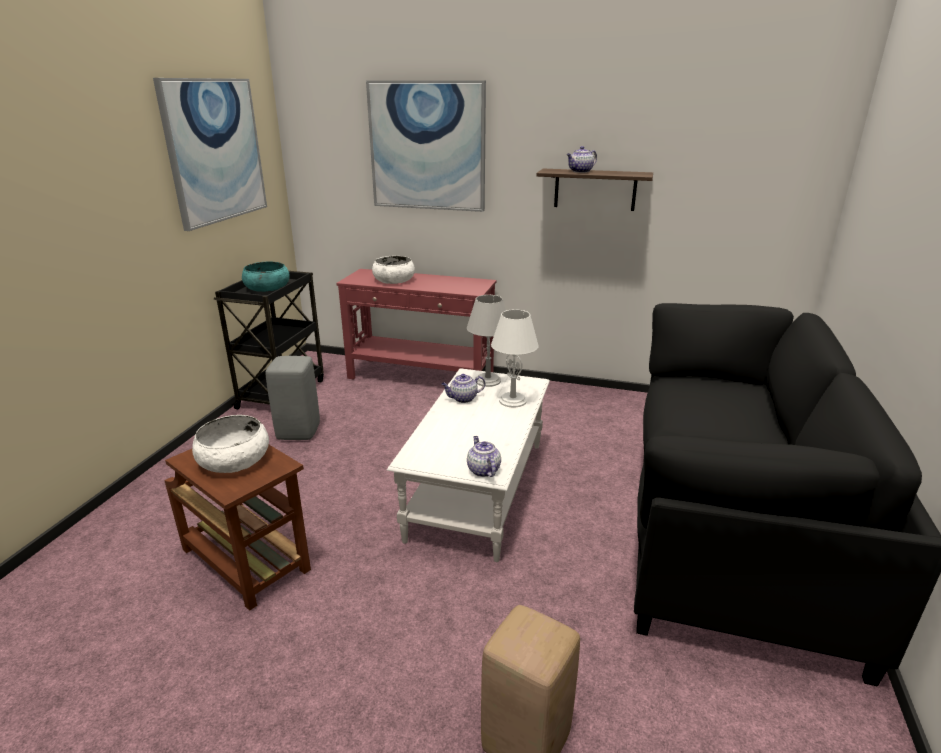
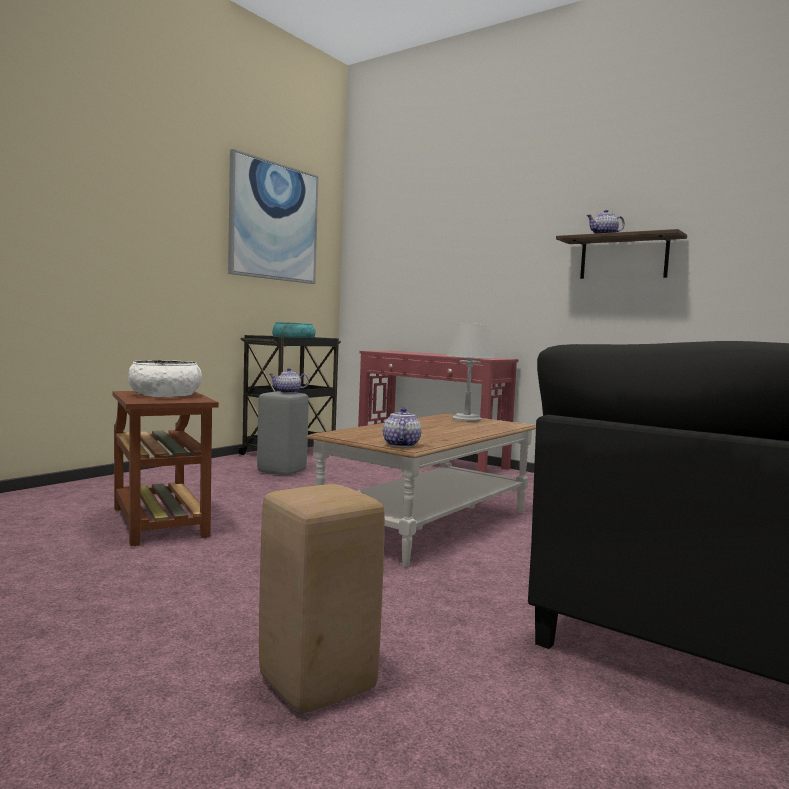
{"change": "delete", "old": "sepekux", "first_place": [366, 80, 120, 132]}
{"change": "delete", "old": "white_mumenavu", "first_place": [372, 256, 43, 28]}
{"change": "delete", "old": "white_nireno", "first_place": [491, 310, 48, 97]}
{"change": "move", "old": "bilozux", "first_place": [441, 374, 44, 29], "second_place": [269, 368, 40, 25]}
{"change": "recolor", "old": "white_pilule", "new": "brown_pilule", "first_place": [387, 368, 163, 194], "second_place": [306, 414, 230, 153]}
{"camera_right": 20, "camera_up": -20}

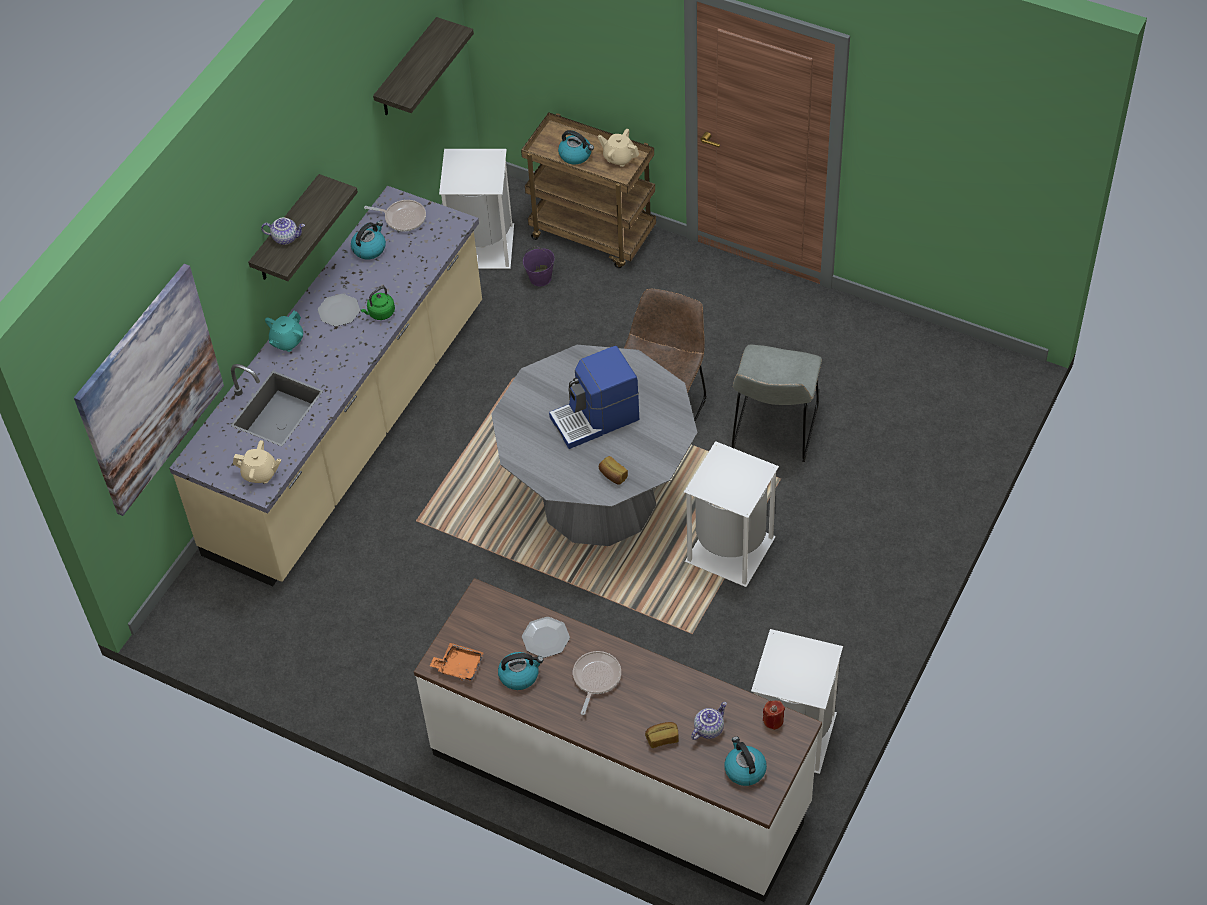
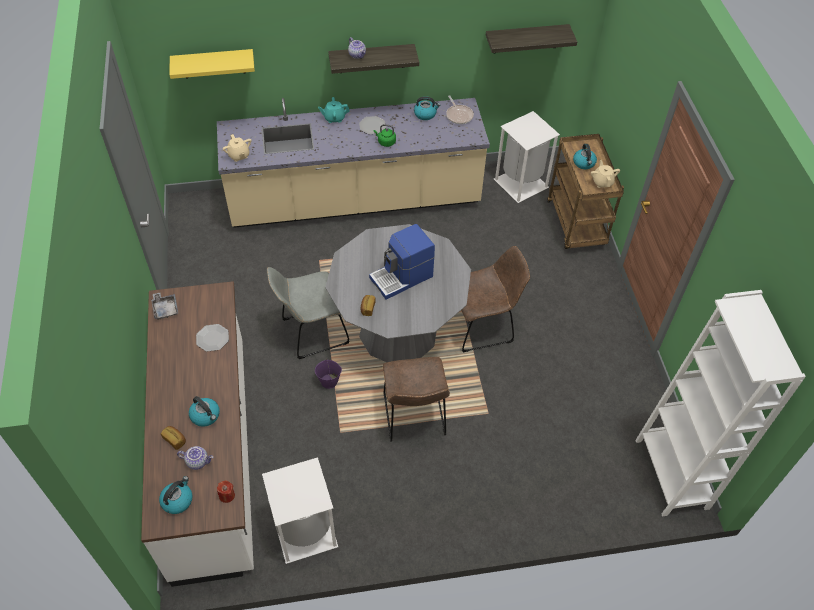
{"change": "delete", "old": "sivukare", "first_place": [573, 651, 48, 64]}
{"change": "insert", "new": "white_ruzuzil", "second_place": [635, 290, 171, 226]}
{"change": "move", "old": "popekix", "first_place": [498, 652, 46, 38], "second_place": [189, 396, 31, 31]}
{"change": "move", "old": "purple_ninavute", "first_place": [523, 247, 32, 39], "second_place": [315, 360, 27, 29]}
{"change": "move", "old": "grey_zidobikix", "first_place": [731, 345, 91, 117], "second_place": [267, 267, 82, 92]}
{"change": "replace", "old": "sepekux", "new": "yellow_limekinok", "first_place": [74, 264, 150, 252], "second_place": [169, 49, 86, 30]}
{"change": "replace", "old": "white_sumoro", "new": "brown_zidobikix", "first_place": [684, 441, 95, 146], "second_place": [383, 357, 67, 85]}
{"change": "recolor", "old": "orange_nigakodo", "new": "grey_nigakodo", "first_place": [430, 643, 54, 38], "second_place": [151, 293, 28, 27]}
{"change": "rotate", "old": "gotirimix", "first_place": [549, 346, 90, 103], "second_place": [369, 224, 66, 75], "degrees": -60}
{"camera_right": 50, "camera_up": 0}

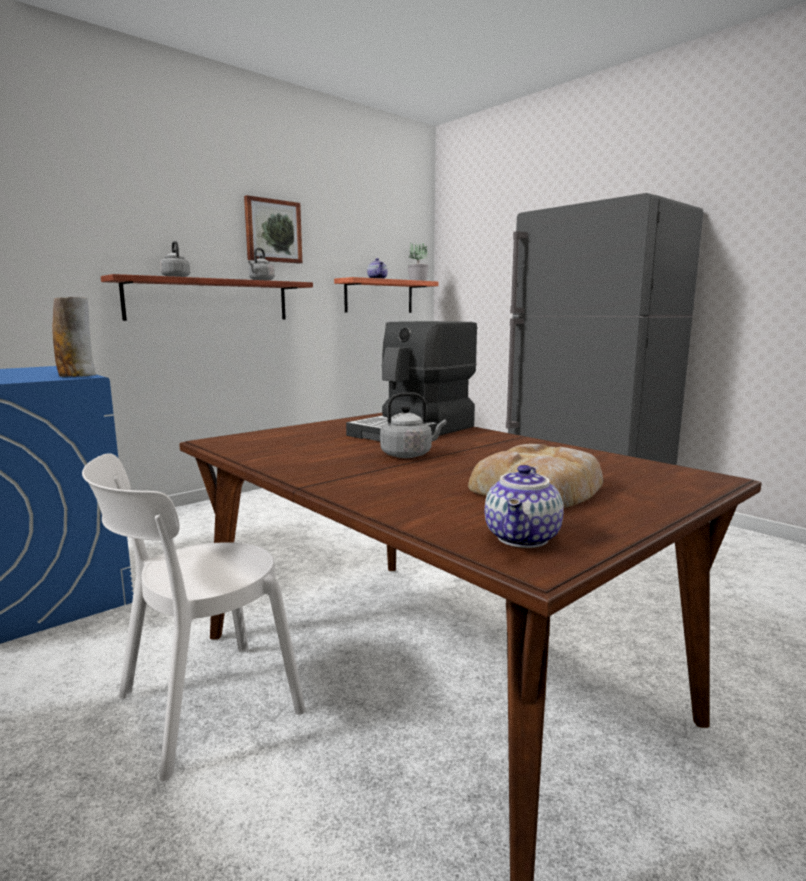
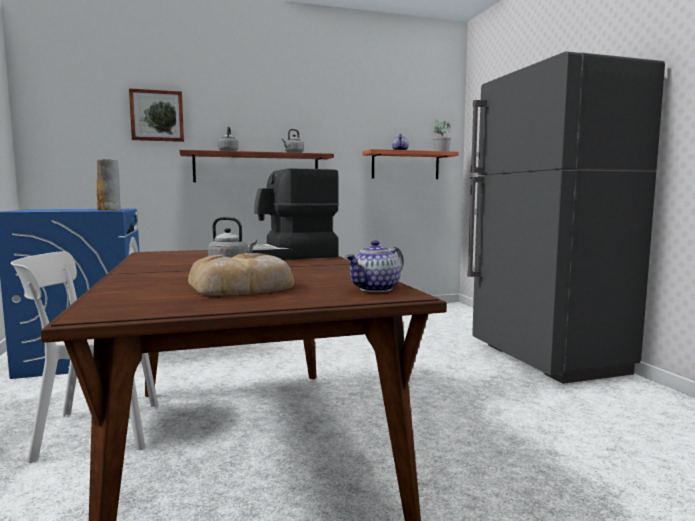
{"change": "move", "old": "sepekux", "first_place": [244, 195, 58, 68], "second_place": [129, 88, 55, 54]}
{"change": "move", "old": "bilozux", "first_place": [485, 465, 79, 83], "second_place": [345, 240, 59, 52]}
{"camera_right": 25, "camera_up": -5}

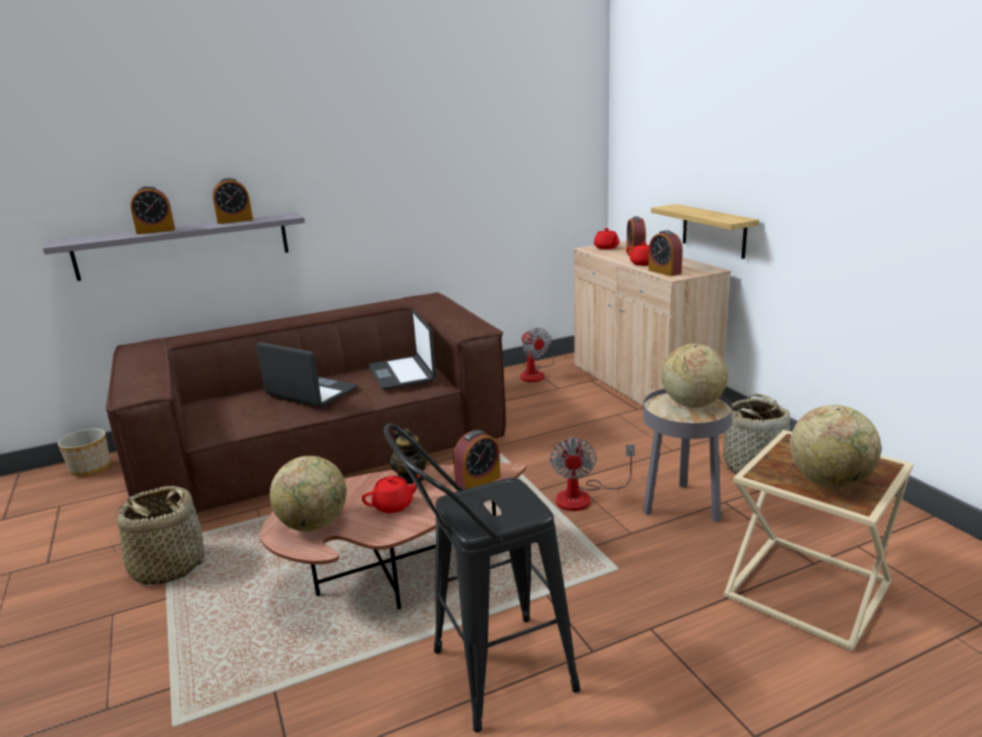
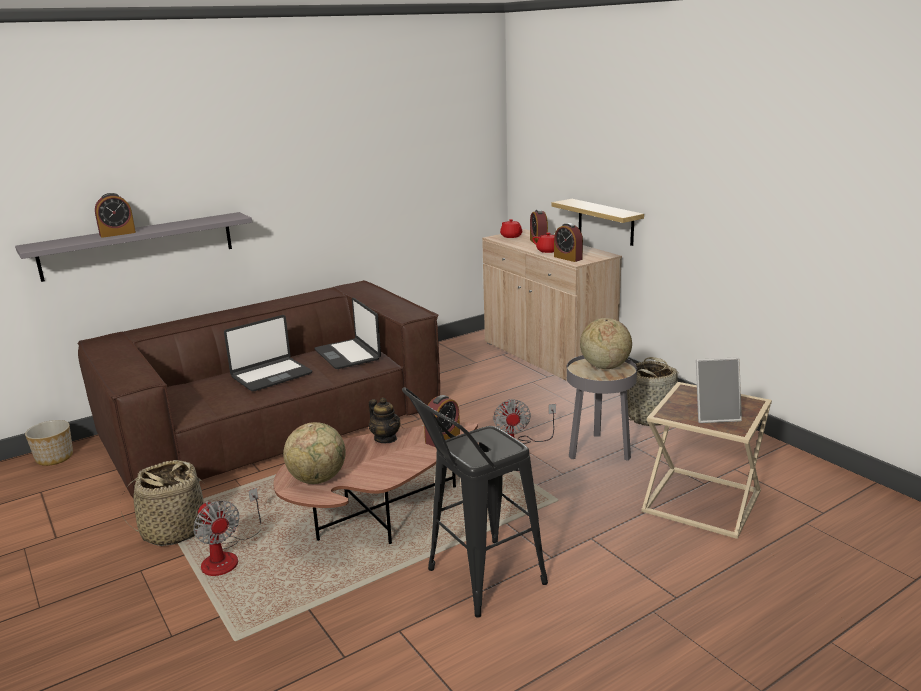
{"change": "delete", "old": "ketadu", "first_place": [213, 178, 40, 46]}
{"change": "delete", "old": "red_bilozux", "first_place": [362, 475, 59, 38]}
{"change": "move", "old": "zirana", "first_place": [520, 328, 34, 54], "second_place": [193, 488, 68, 88]}
{"change": "replace", "old": "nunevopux", "new": "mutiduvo", "first_place": [790, 405, 91, 83], "second_place": [696, 357, 46, 66]}
{"change": "rotate", "old": "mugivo", "first_place": [257, 342, 101, 65], "second_place": [224, 315, 88, 77], "degrees": 120}
{"camera_right": -10, "camera_up": 0}

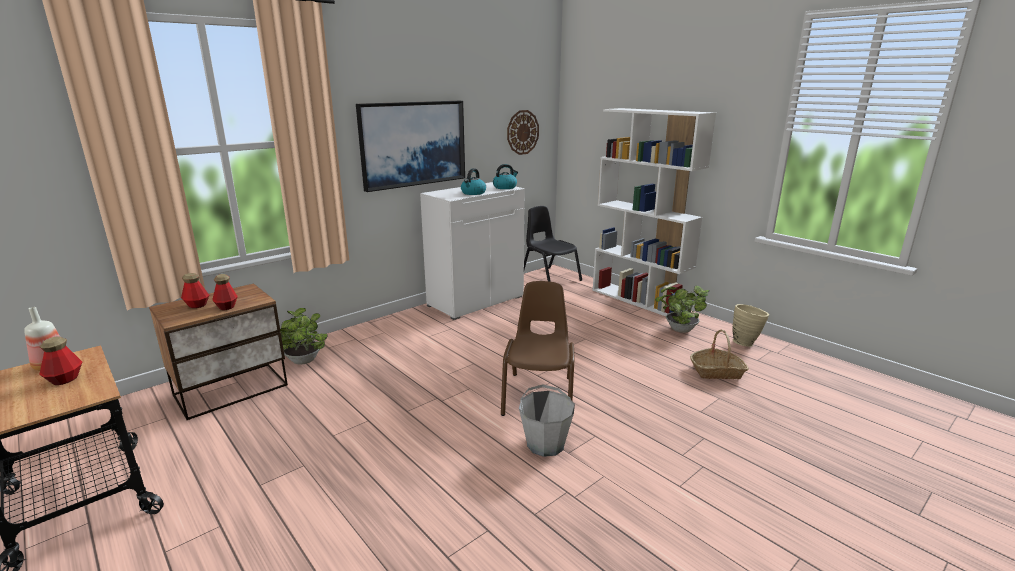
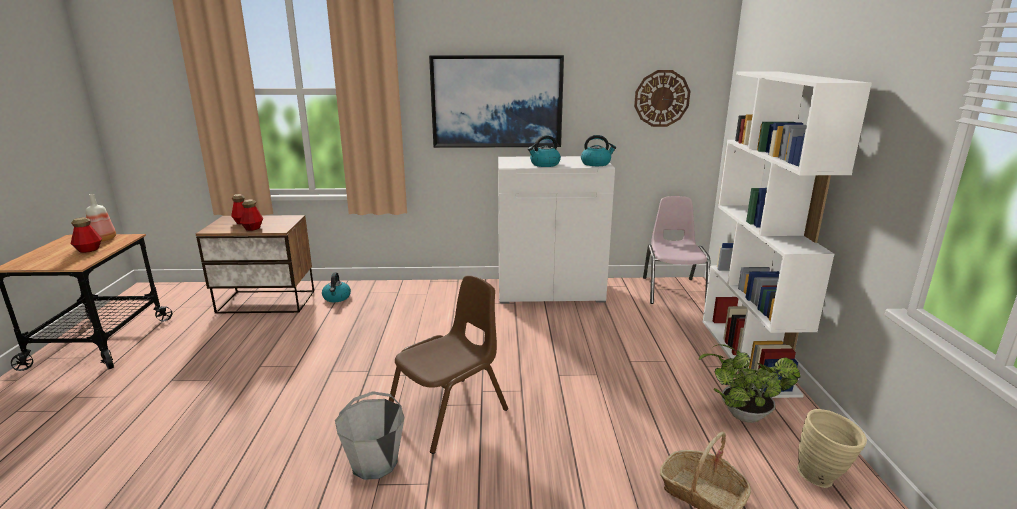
{"change": "replace", "old": "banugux", "new": "popekix", "first_place": [280, 308, 48, 56], "second_place": [322, 272, 29, 30]}
{"change": "recolor", "old": "black_zidobikix", "new": "pink_zidobikix", "first_place": [524, 206, 58, 76], "second_place": [643, 196, 67, 108]}
{"camera_right": 40, "camera_up": 0}

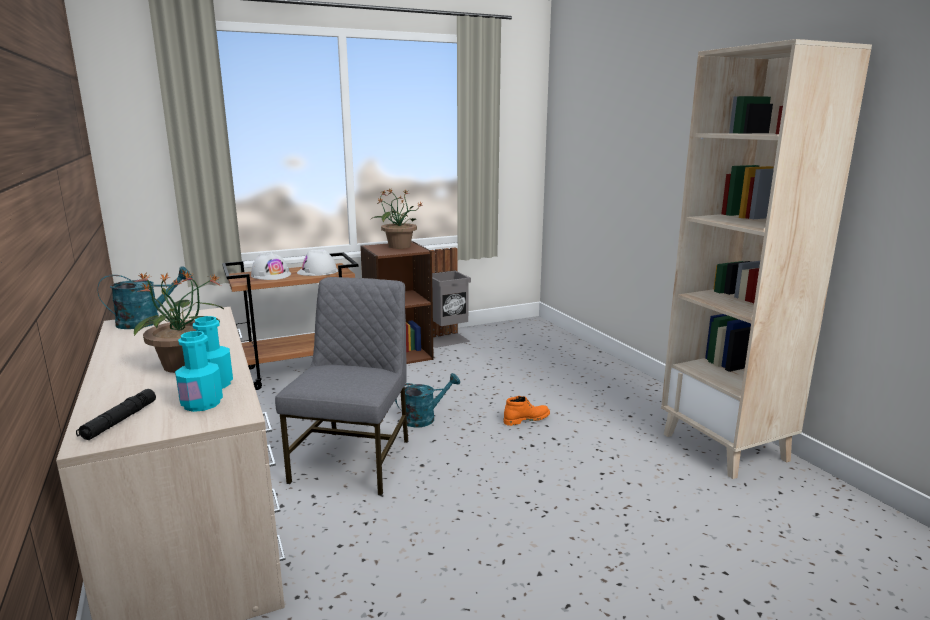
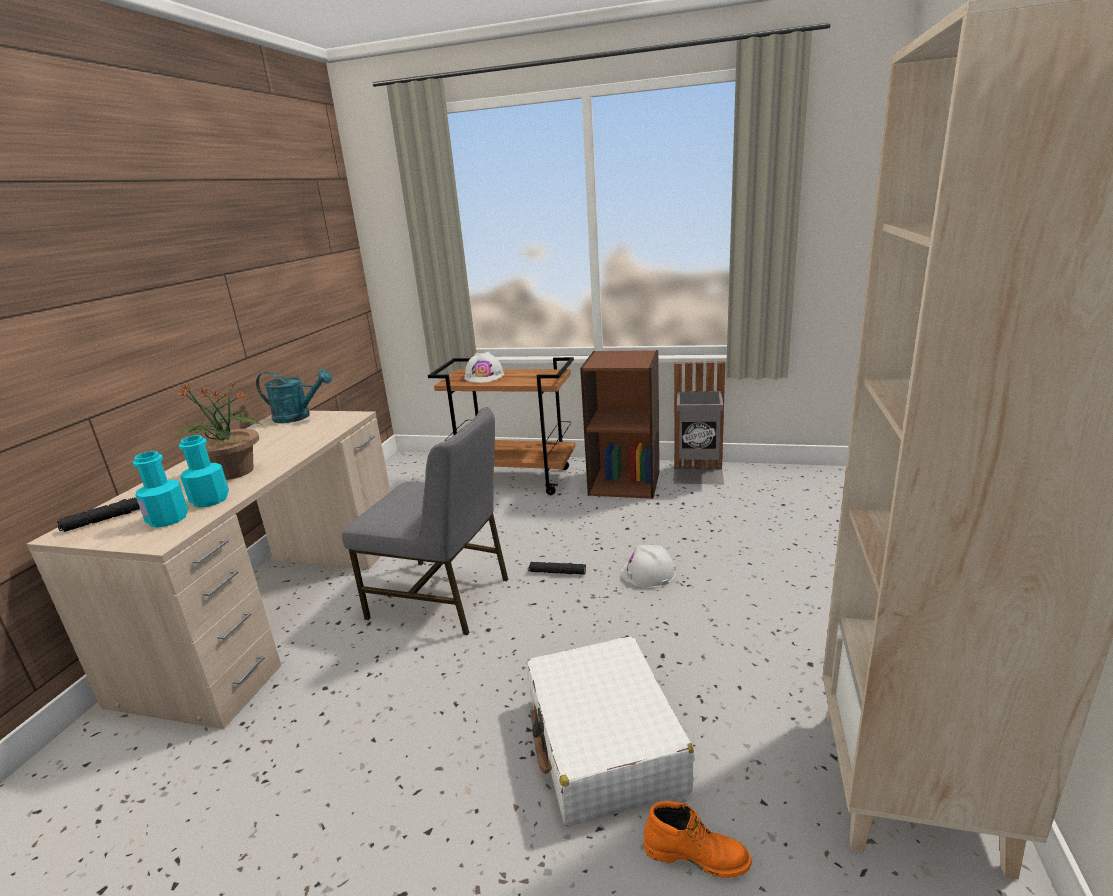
{"change": "delete", "old": "banugux", "first_place": [371, 189, 52, 60]}
{"change": "insert", "new": "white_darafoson", "second_place": [527, 636, 168, 191]}
{"change": "move", "old": "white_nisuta", "first_place": [297, 249, 41, 27], "second_place": [621, 545, 55, 43]}
{"change": "move", "old": "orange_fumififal", "first_place": [503, 396, 47, 30], "second_place": [644, 801, 108, 77]}
{"change": "replace", "old": "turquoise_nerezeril", "new": "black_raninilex", "first_place": [395, 373, 65, 55], "second_place": [528, 562, 58, 13]}
{"change": "rotate", "old": "grey_zidobikix", "first_place": [275, 277, 133, 219], "second_place": [342, 407, 166, 228], "degrees": 60}
{"camera_right": 40, "camera_up": 5}

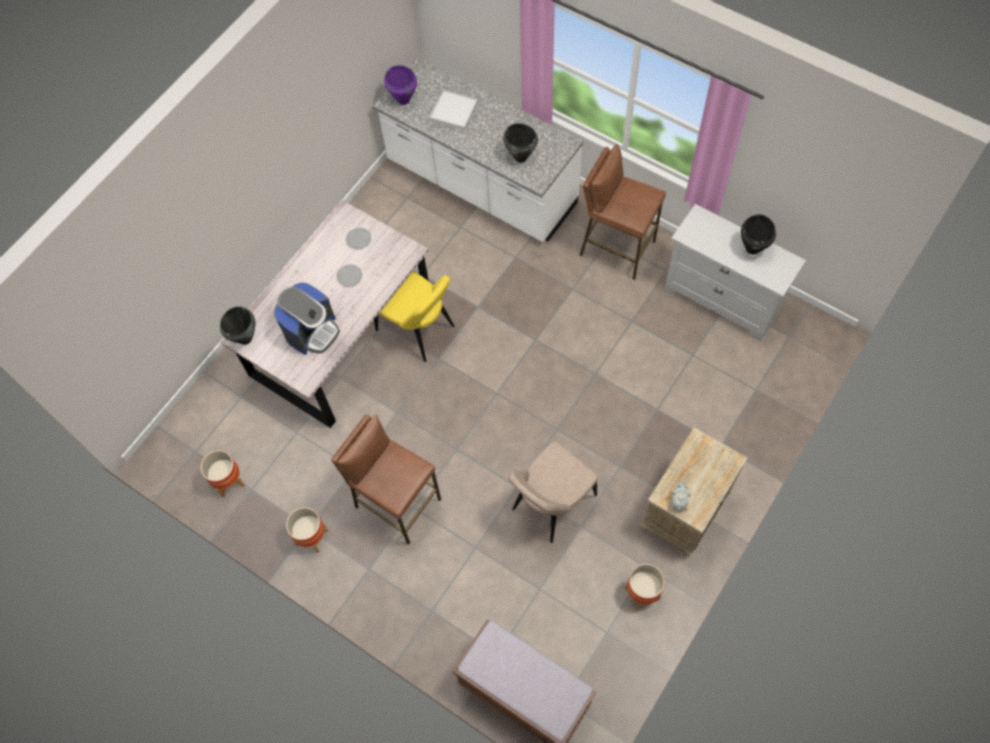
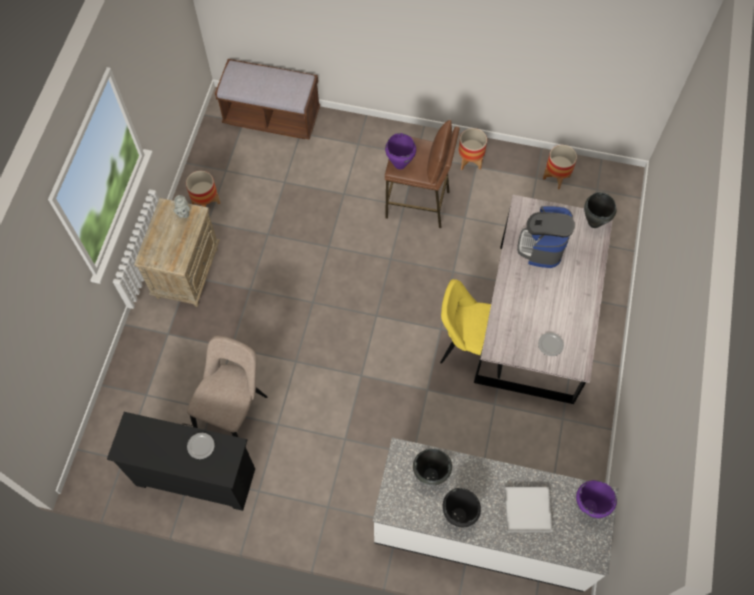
{"change": "delete", "old": "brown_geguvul", "first_place": [580, 144, 86, 136]}
{"change": "insert", "new": "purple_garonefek", "second_place": [385, 133, 31, 36]}
{"change": "move", "old": "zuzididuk", "first_place": [337, 264, 25, 23], "second_place": [187, 433, 28, 26]}
{"change": "move", "old": "beige_zidobikix", "first_place": [508, 442, 90, 101], "second_place": [187, 335, 80, 102]}
{"change": "move", "old": "black_garonefek", "first_place": [741, 214, 35, 41], "second_place": [442, 488, 39, 39]}
{"change": "recolor", "old": "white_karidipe", "new": "black_karidipe", "first_place": [664, 204, 142, 137], "second_place": [107, 412, 148, 99]}
{"camera_right": 155, "camera_up": 0}

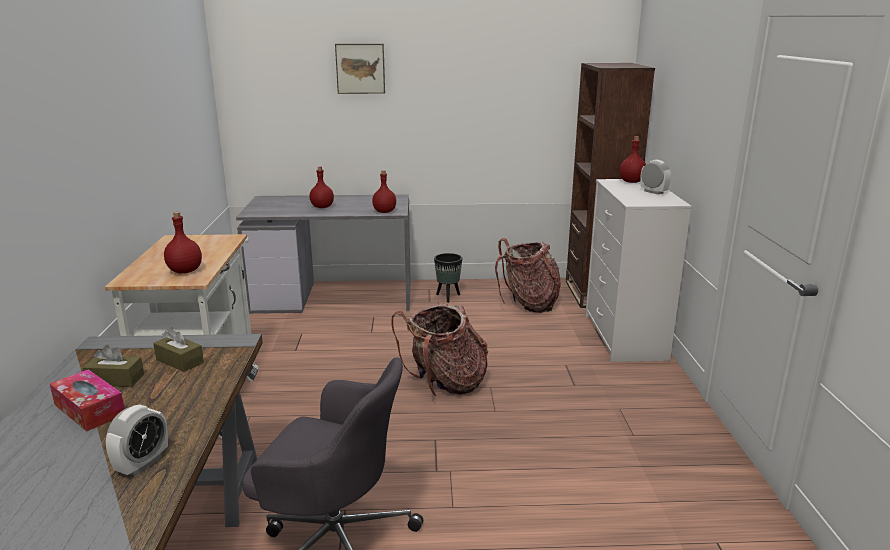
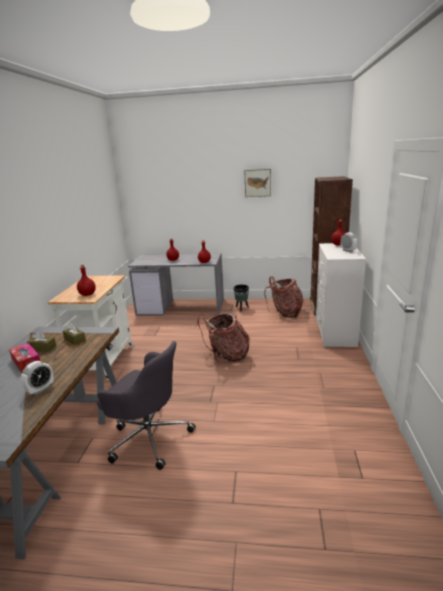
{"change": "move", "old": "sepekux", "first_place": [335, 44, 50, 50], "second_place": [244, 169, 27, 28]}
{"camera_right": 10, "camera_up": 0}

